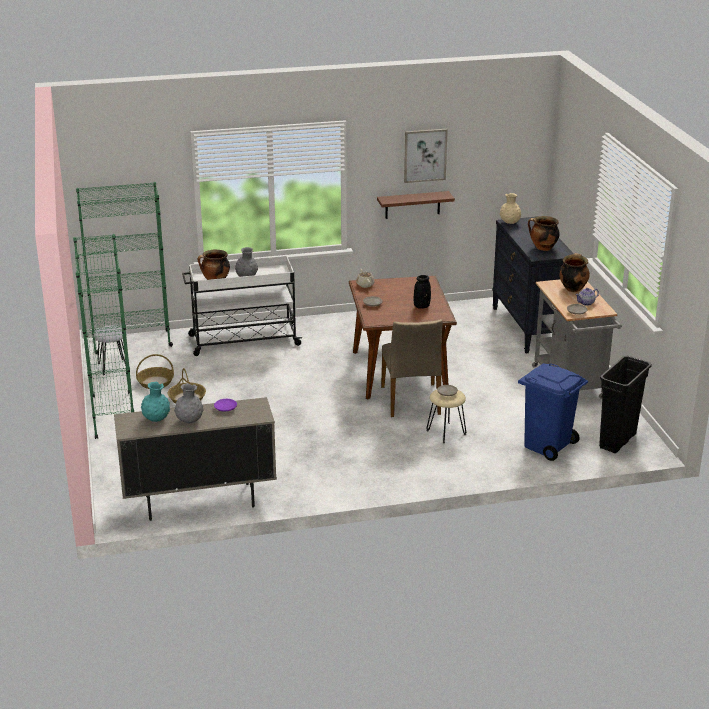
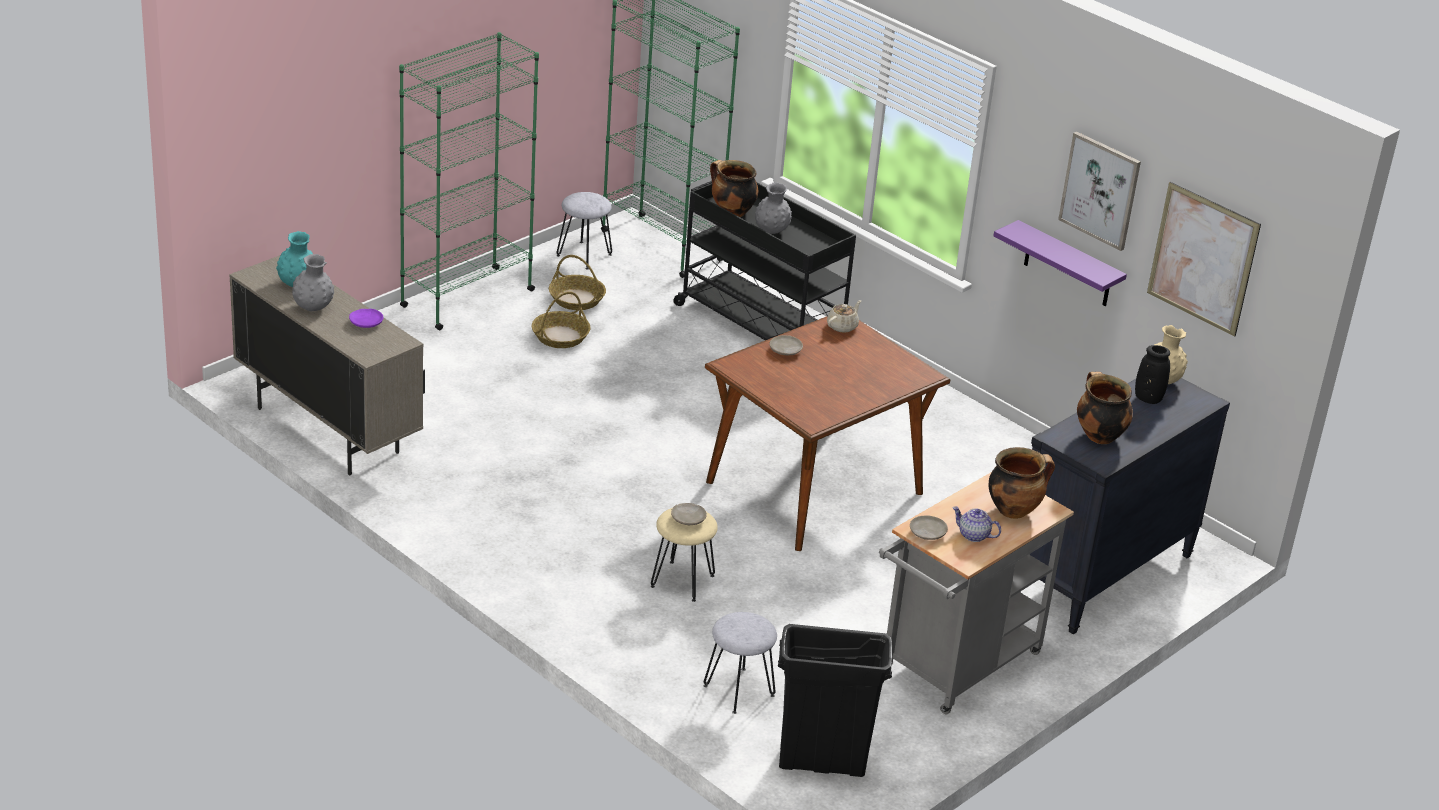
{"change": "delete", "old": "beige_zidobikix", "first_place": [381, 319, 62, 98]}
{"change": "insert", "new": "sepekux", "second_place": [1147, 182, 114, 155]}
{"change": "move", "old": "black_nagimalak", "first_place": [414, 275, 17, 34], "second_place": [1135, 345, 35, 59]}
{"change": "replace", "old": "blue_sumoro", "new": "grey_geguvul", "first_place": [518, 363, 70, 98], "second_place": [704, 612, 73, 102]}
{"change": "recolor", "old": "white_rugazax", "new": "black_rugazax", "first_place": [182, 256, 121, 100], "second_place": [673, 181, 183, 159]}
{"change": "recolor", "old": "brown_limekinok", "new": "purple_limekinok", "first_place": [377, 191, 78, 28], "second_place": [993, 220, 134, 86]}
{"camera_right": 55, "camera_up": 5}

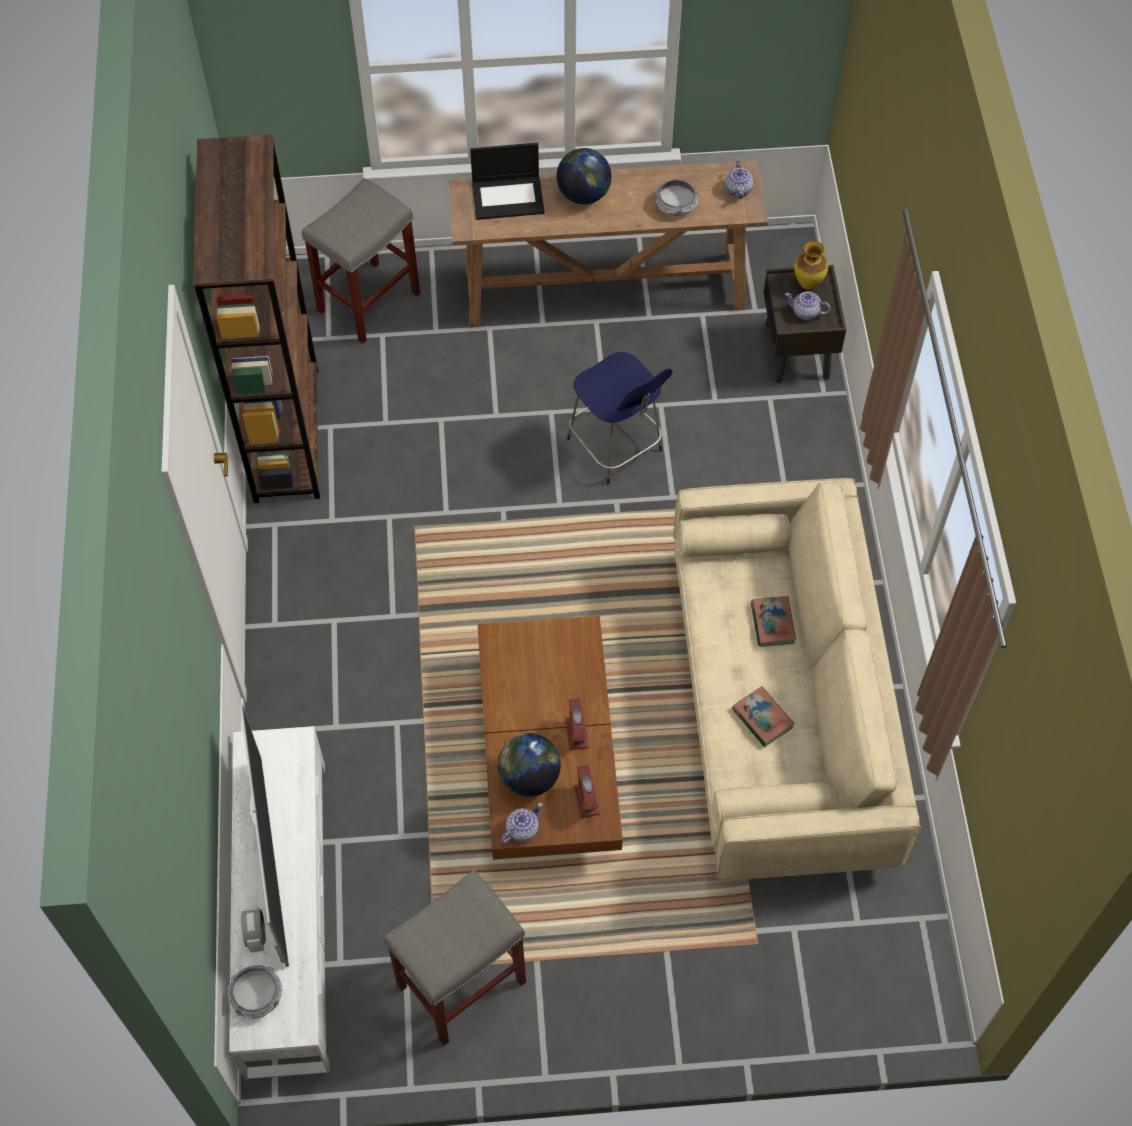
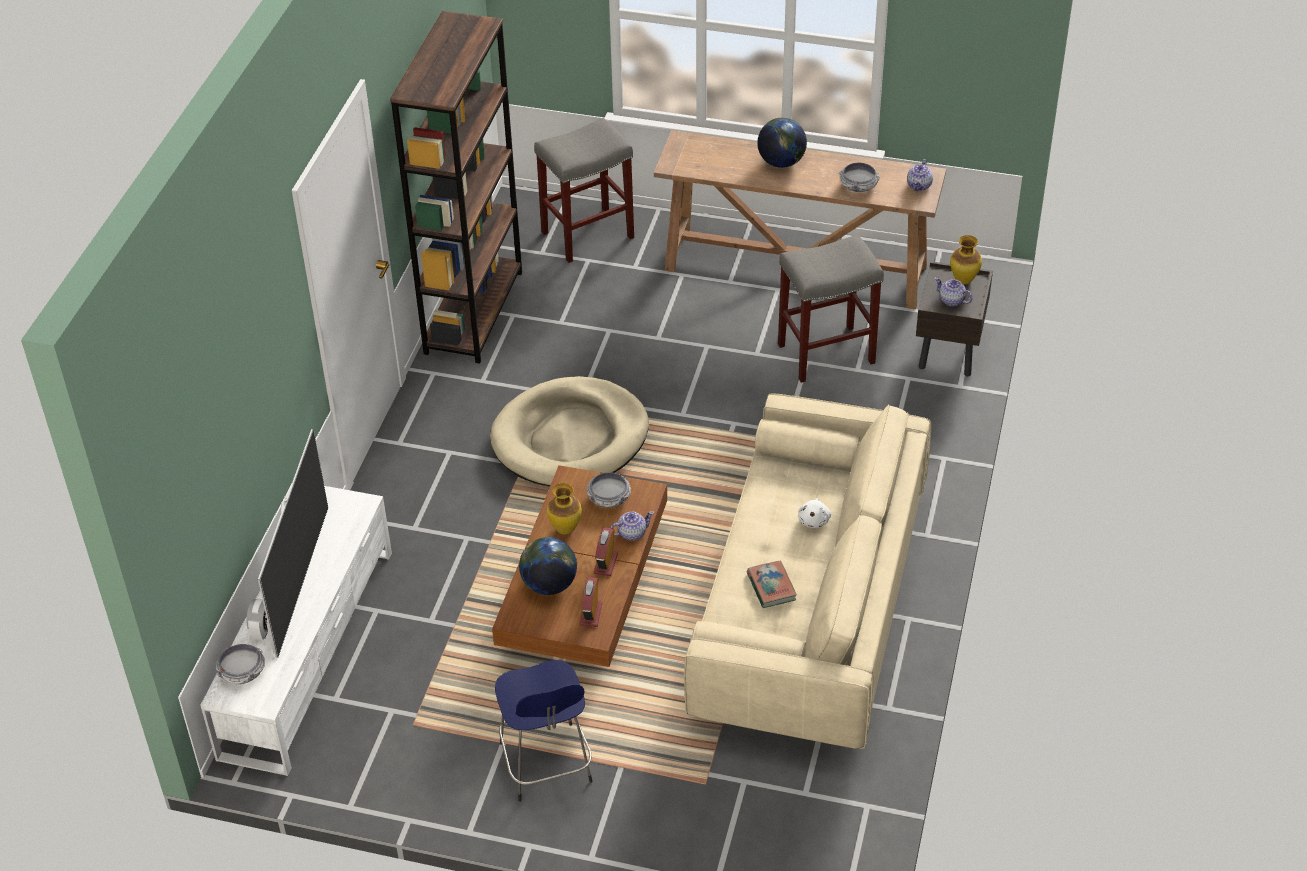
{"change": "delete", "old": "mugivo", "first_place": [470, 143, 75, 77]}
{"change": "insert", "new": "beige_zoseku", "second_place": [490, 376, 159, 110]}
{"change": "insert", "new": "nagimalak", "second_place": [547, 483, 35, 51]}
{"change": "insert", "new": "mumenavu", "second_place": [587, 472, 44, 35]}
{"change": "move", "old": "grey_geguvul", "first_place": [383, 870, 143, 176], "second_place": [778, 234, 106, 149]}
{"change": "move", "old": "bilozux", "first_place": [501, 803, 42, 40], "second_place": [610, 511, 44, 30]}
{"change": "move", "old": "blue_geguvul", "first_place": [567, 352, 105, 133], "second_place": [495, 660, 98, 142]}
{"change": "replace", "old": "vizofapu", "new": "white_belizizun", "first_place": [751, 596, 45, 51], "second_place": [798, 498, 33, 30]}
{"camera_right": 20, "camera_up": -15}

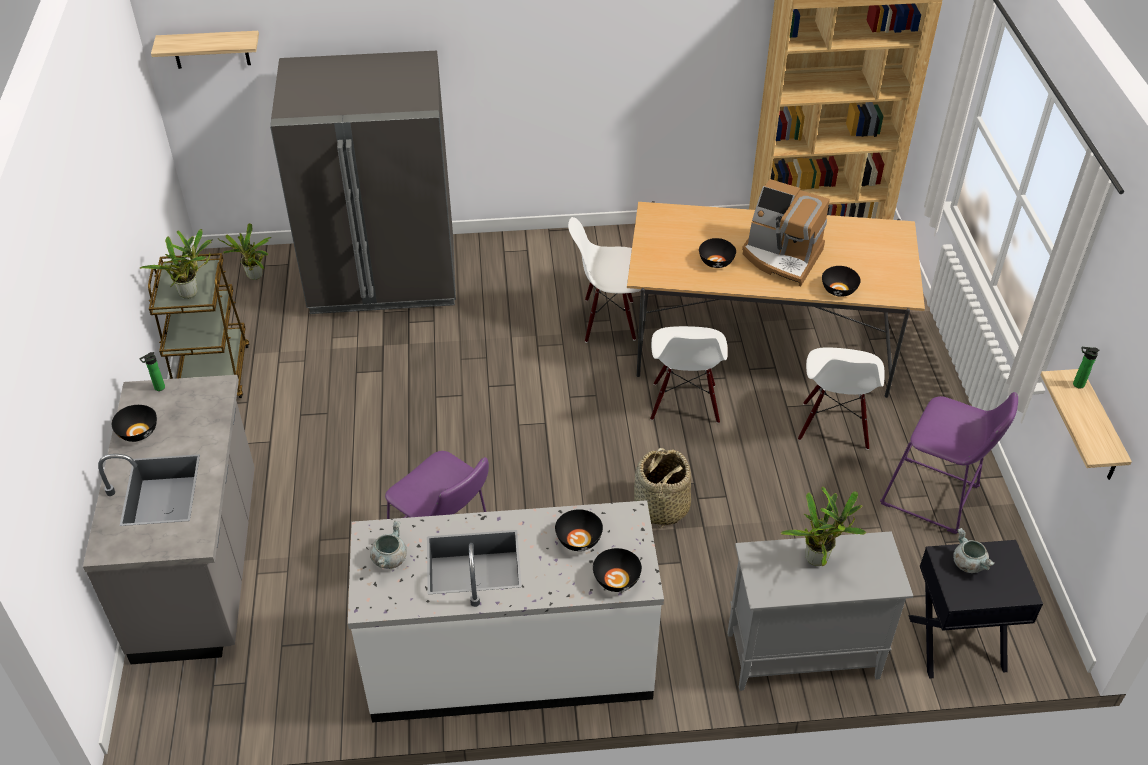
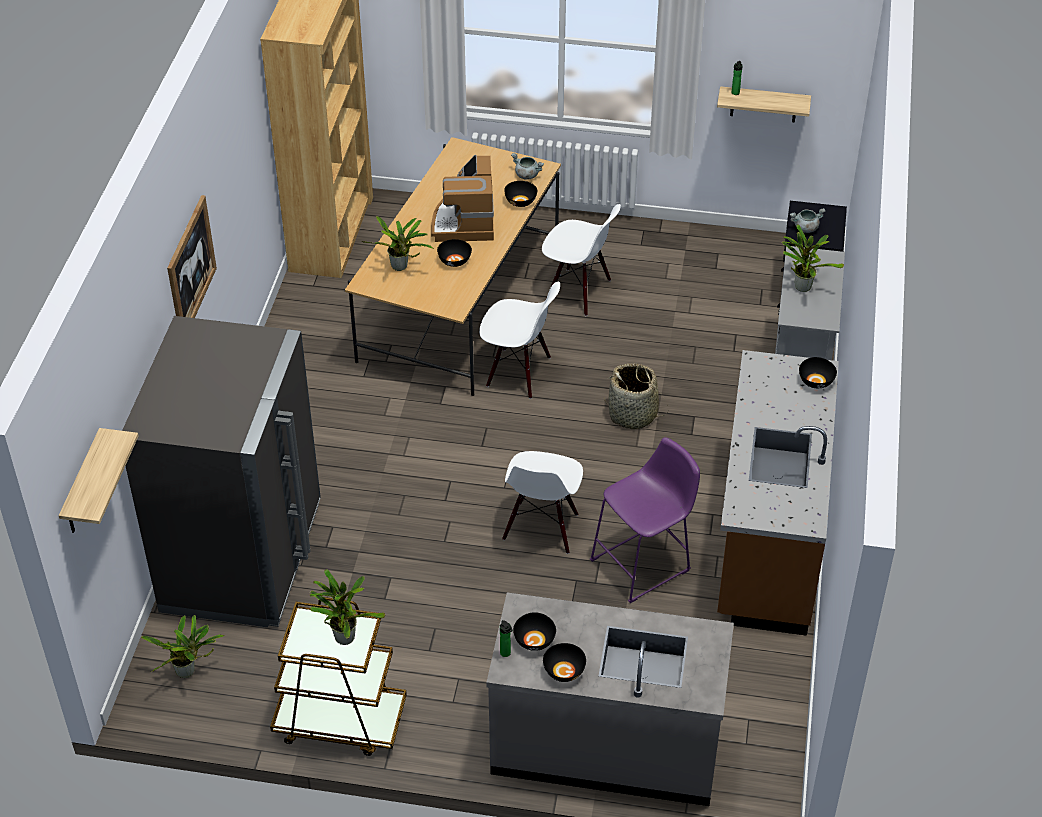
{"change": "delete", "old": "purple_geguvul", "first_place": [880, 392, 138, 142]}
{"change": "insert", "new": "sepekux", "second_place": [167, 195, 50, 123]}
{"change": "insert", "new": "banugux", "second_place": [361, 216, 73, 55]}
{"change": "move", "old": "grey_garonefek", "first_place": [370, 521, 37, 48], "second_place": [511, 153, 33, 27]}
{"change": "move", "old": "black_mumenavu", "first_place": [555, 509, 48, 42], "second_place": [513, 612, 43, 39]}
{"change": "move", "old": "white_zidobikix", "first_place": [568, 217, 73, 126], "second_place": [502, 451, 81, 103]}
{"change": "recolor", "old": "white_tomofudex", "new": "brown_tomofudex", "first_place": [348, 500, 316, 222], "second_place": [717, 350, 122, 286]}
{"change": "rotate", "old": "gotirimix", "first_place": [742, 179, 88, 107], "second_place": [431, 155, 63, 87], "degrees": 135}
{"camera_right": -75, "camera_up": 0}

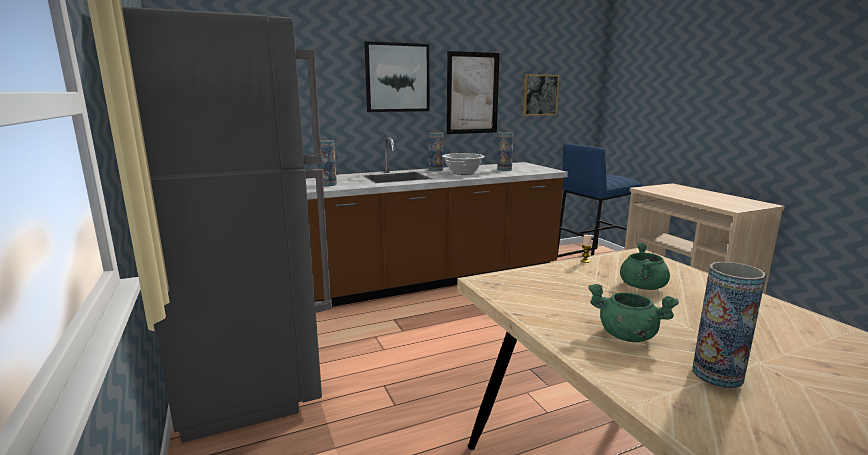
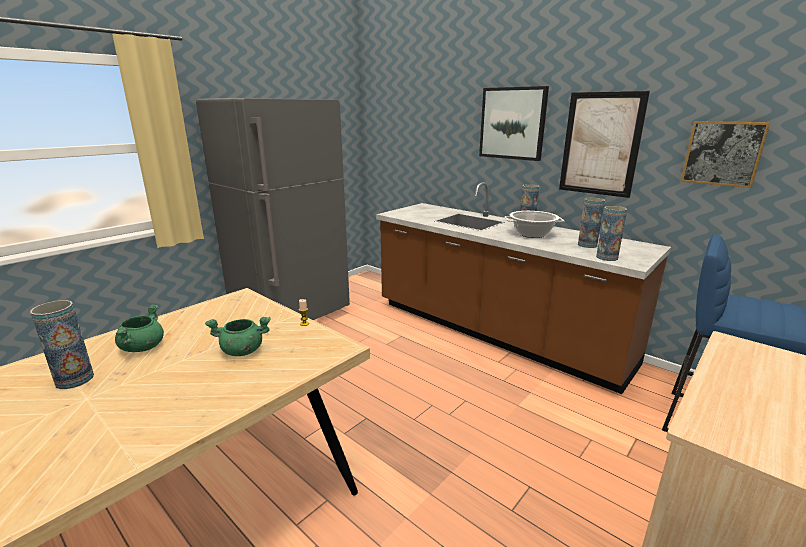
{"change": "move", "old": "nagimalak", "first_place": [318, 140, 19, 46], "second_place": [596, 206, 31, 55]}
{"camera_right": 65, "camera_up": 5}

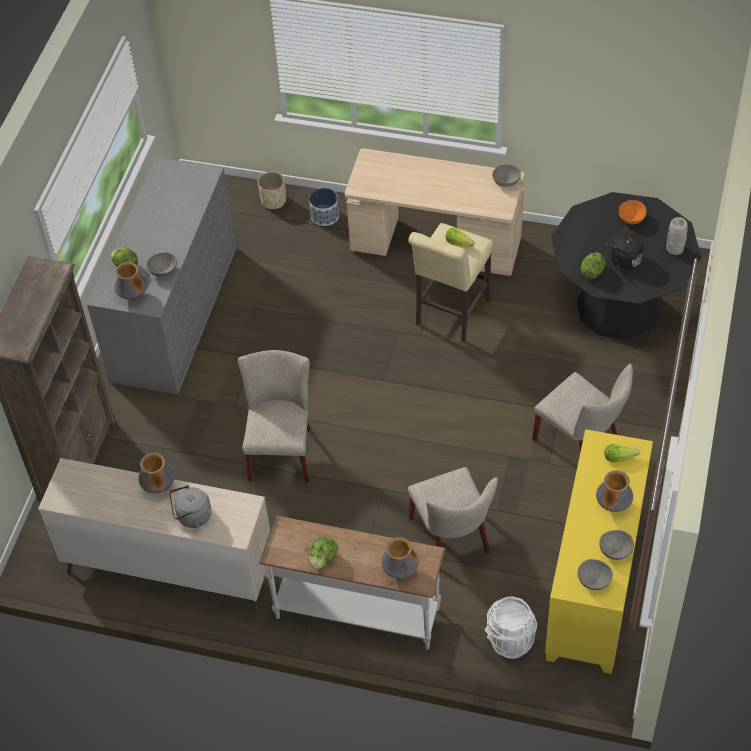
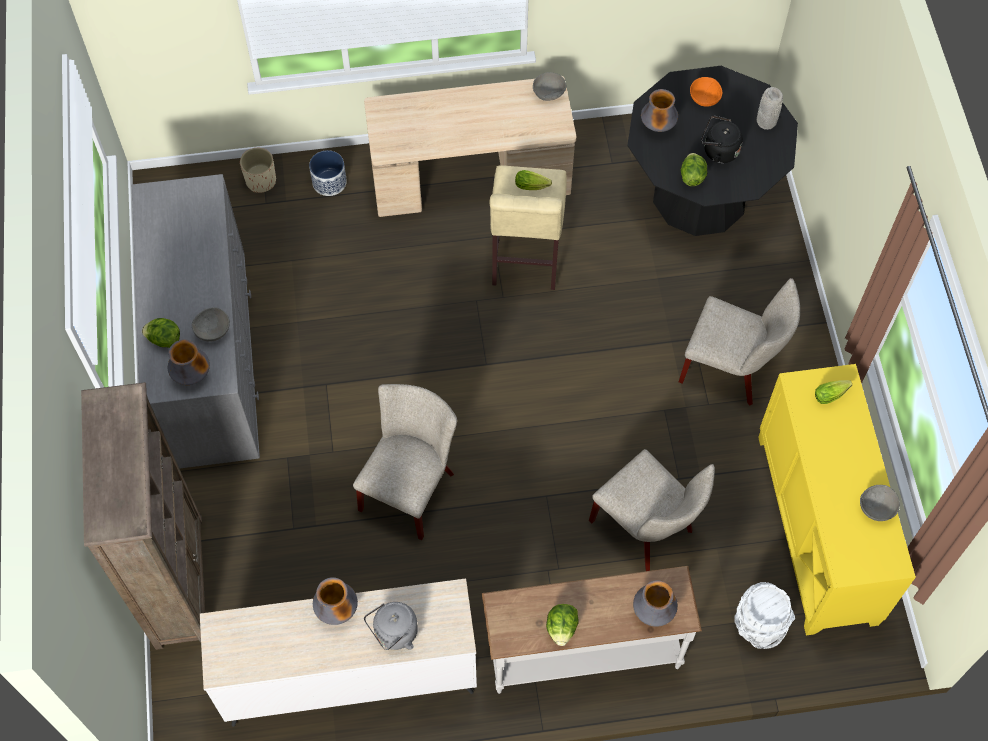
{"change": "delete", "old": "grey_mumenavu", "first_place": [578, 559, 35, 31]}
{"change": "move", "old": "nagimalak", "first_place": [596, 470, 37, 42], "second_place": [641, 89, 37, 43]}
{"change": "rotate", "old": "beige_zidobikix", "first_place": [238, 350, 73, 132], "second_place": [353, 384, 104, 156], "degrees": 45}
{"camera_right": -25, "camera_up": 10}

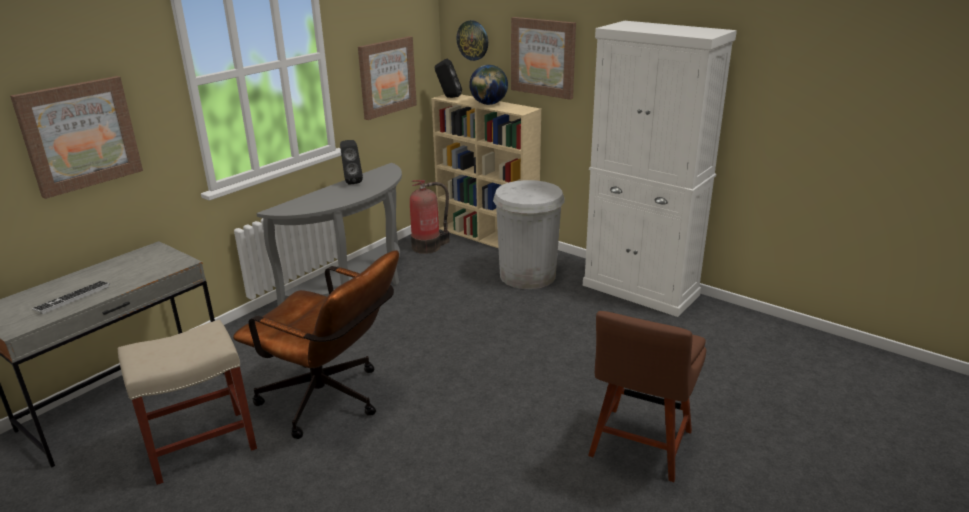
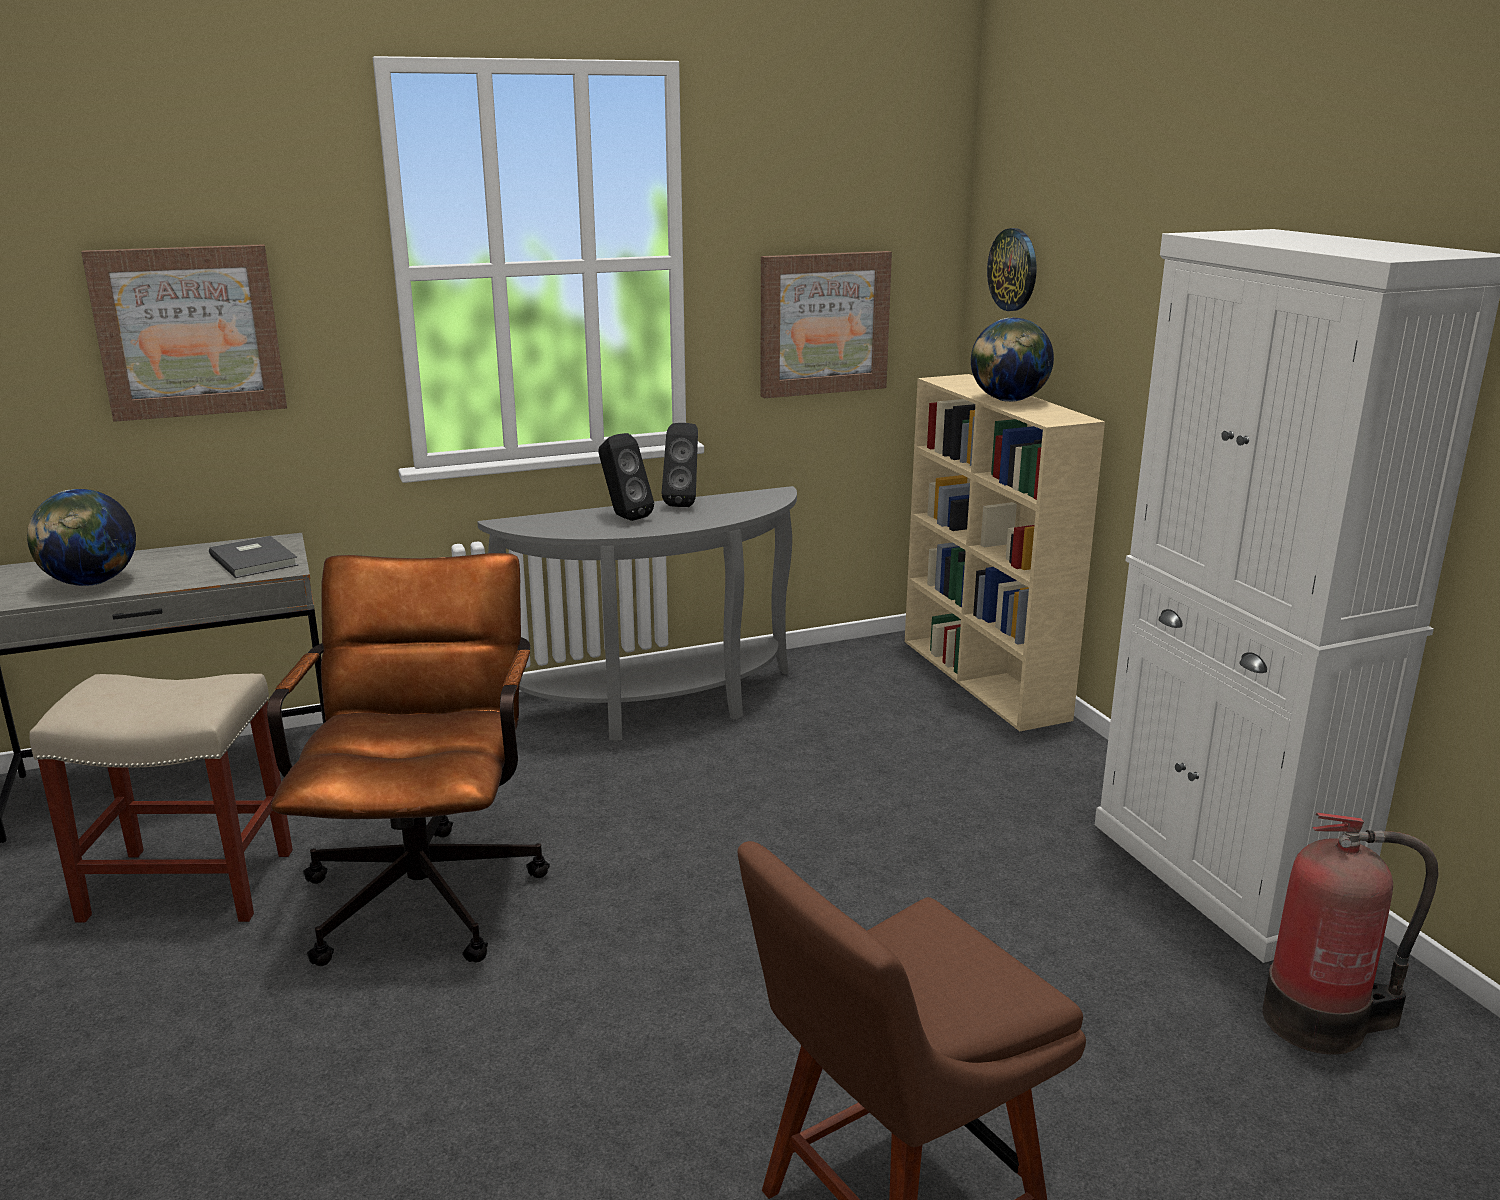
{"change": "delete", "old": "white_sumoro", "first_place": [493, 180, 72, 109]}
{"change": "delete", "old": "sepekux", "first_place": [511, 17, 65, 83]}
{"change": "insert", "new": "grey_vizofapu", "second_place": [209, 536, 89, 42]}
{"change": "move", "old": "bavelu", "first_place": [410, 180, 39, 74], "second_place": [1262, 812, 177, 243]}
{"change": "move", "old": "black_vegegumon", "first_place": [435, 59, 27, 39], "second_place": [598, 433, 56, 88]}
{"change": "replace", "old": "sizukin", "new": "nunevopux", "first_place": [32, 281, 78, 33], "second_place": [27, 489, 109, 97]}
{"change": "rotate", "old": "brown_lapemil", "first_place": [233, 250, 166, 189], "second_place": [267, 553, 283, 413], "degrees": -150}
{"camera_right": 30, "camera_up": -5}

